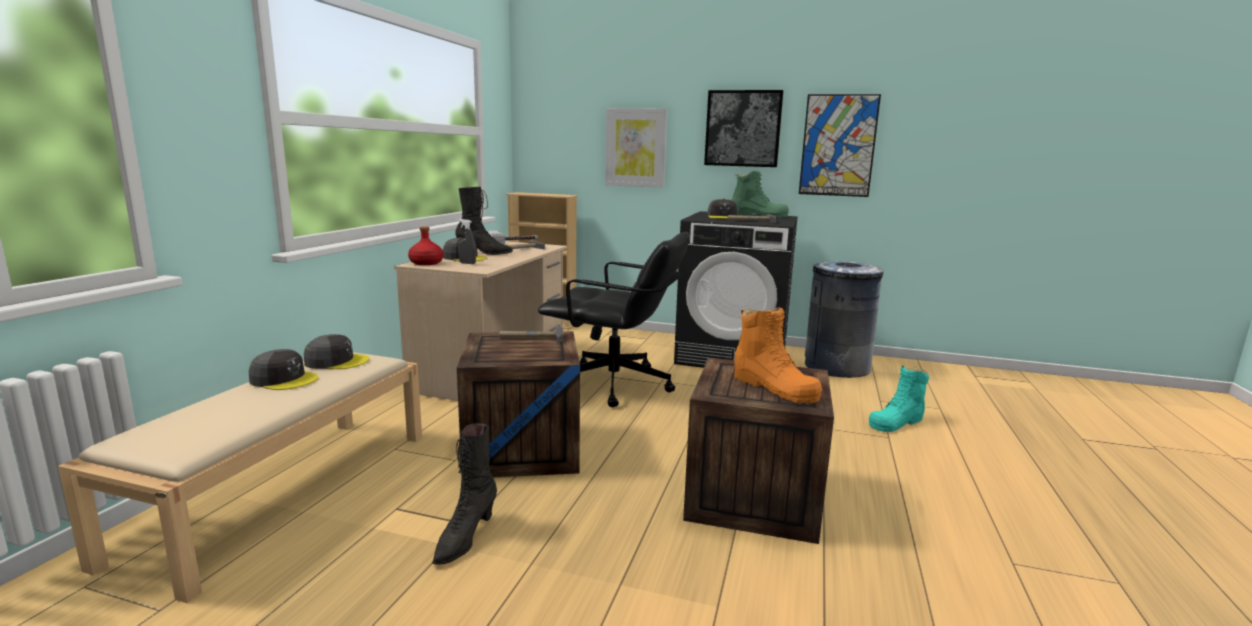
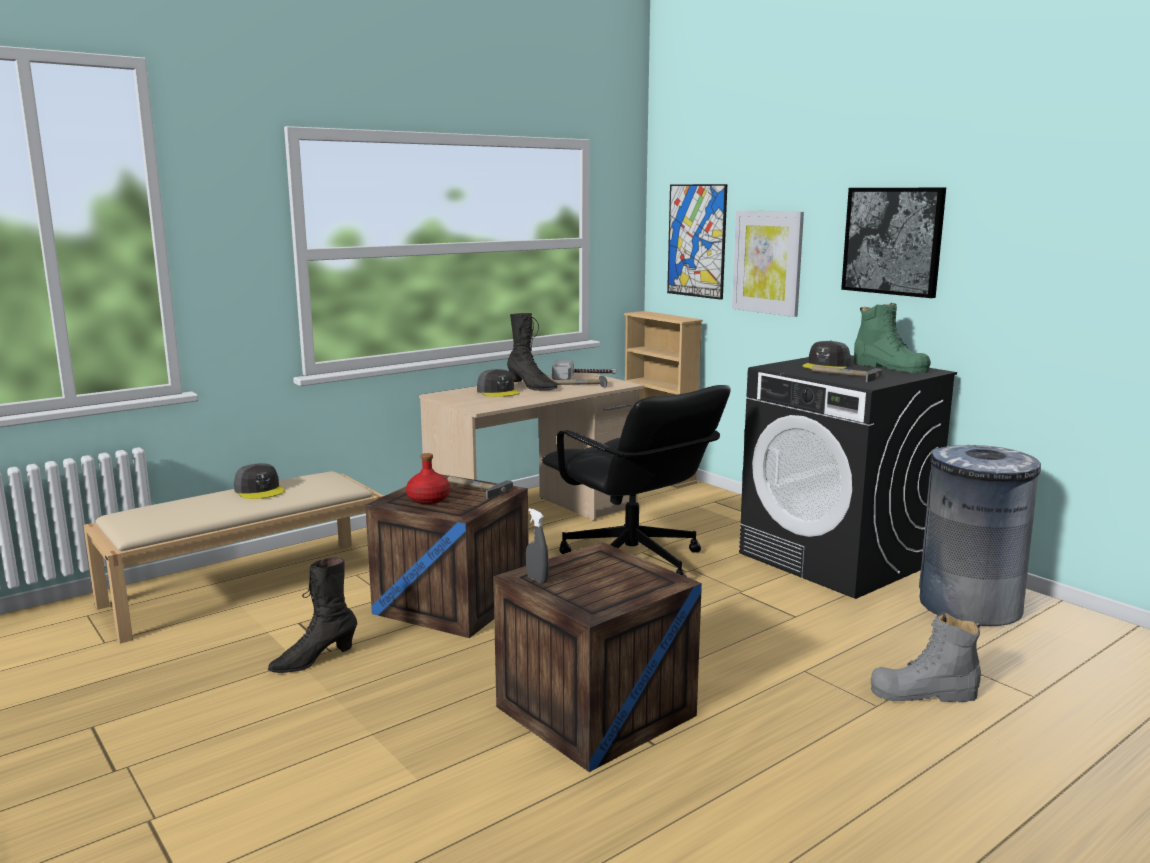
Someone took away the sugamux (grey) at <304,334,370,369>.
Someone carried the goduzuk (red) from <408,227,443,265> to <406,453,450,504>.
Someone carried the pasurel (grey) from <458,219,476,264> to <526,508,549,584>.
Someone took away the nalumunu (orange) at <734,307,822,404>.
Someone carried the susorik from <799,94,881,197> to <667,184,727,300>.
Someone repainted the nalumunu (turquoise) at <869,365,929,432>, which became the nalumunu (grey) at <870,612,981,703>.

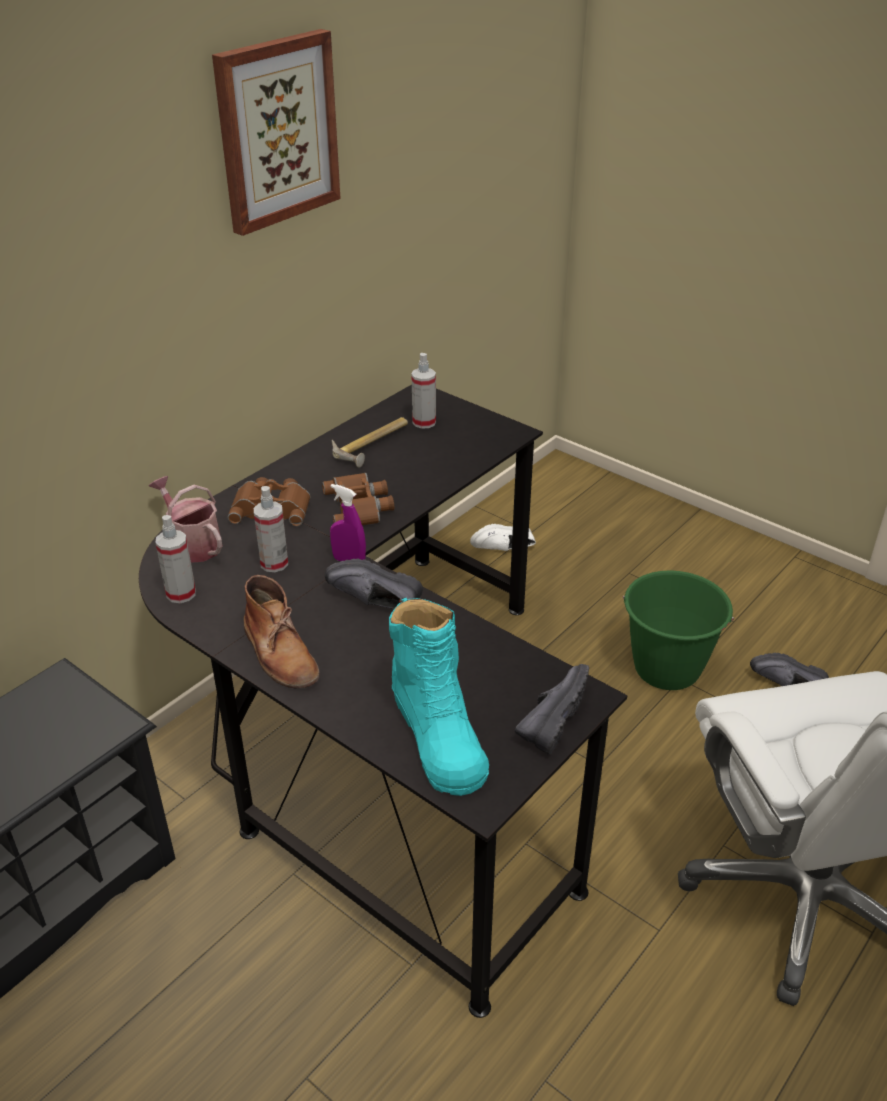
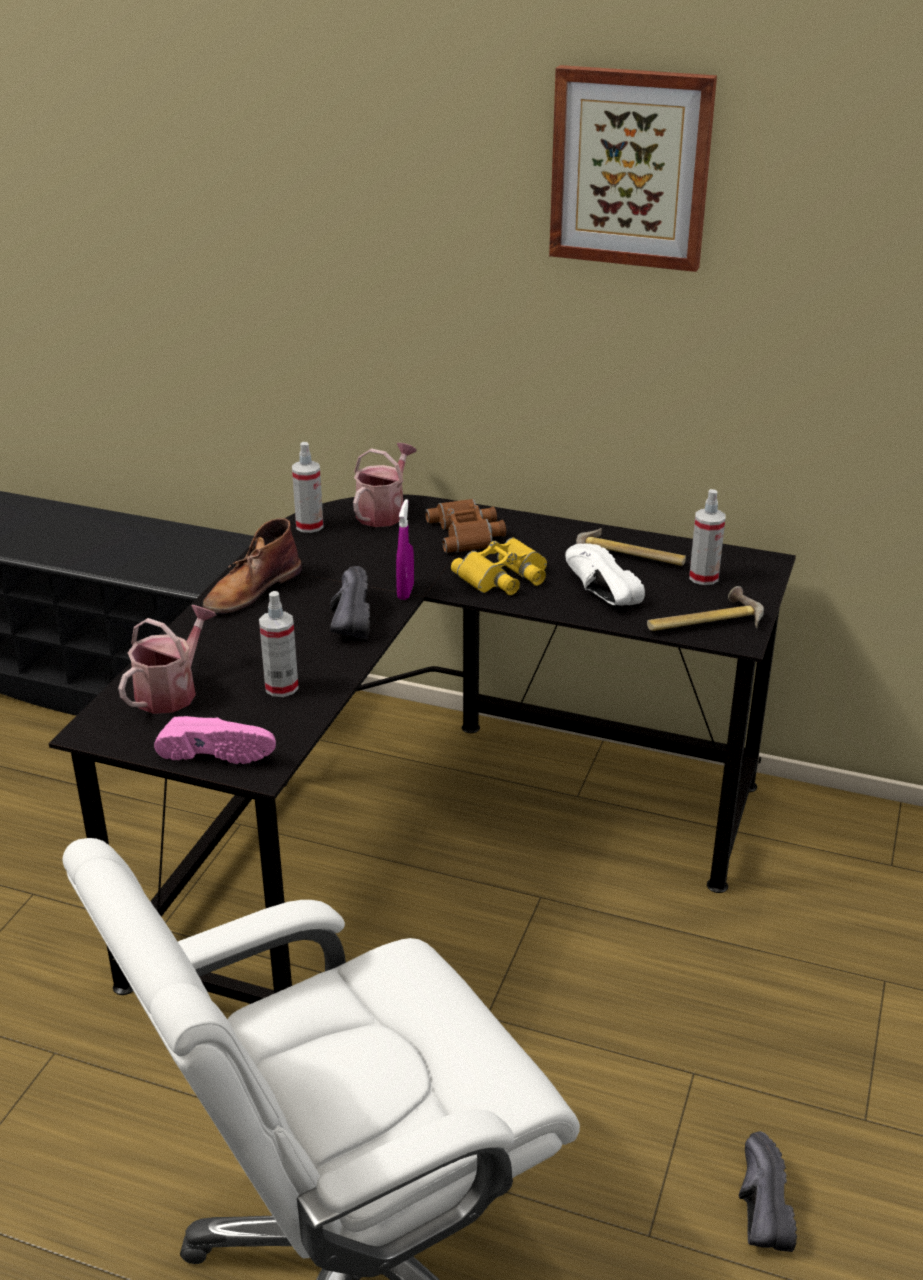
Someone carried the pasurel from <254,486,288,572> to <259,591,299,697>.
Someone repainted the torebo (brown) at <322,473,394,525>, which became the torebo (yellow) at <451,537,547,595>.
Someone swapped the nalumunu (turquoise) at <389,597,489,796> for the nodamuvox at <118,605,216,714>.
Someone carried the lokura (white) from <470,524,536,551> to <565,543,645,605>.
Someone repainted the lokura (black) at <515,664,589,755>, which became the lokura (pink) at <154,716,276,764>.
Someone took away the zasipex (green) at <622,571,734,690>.
Someone put down the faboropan at <647,586,764,631>.

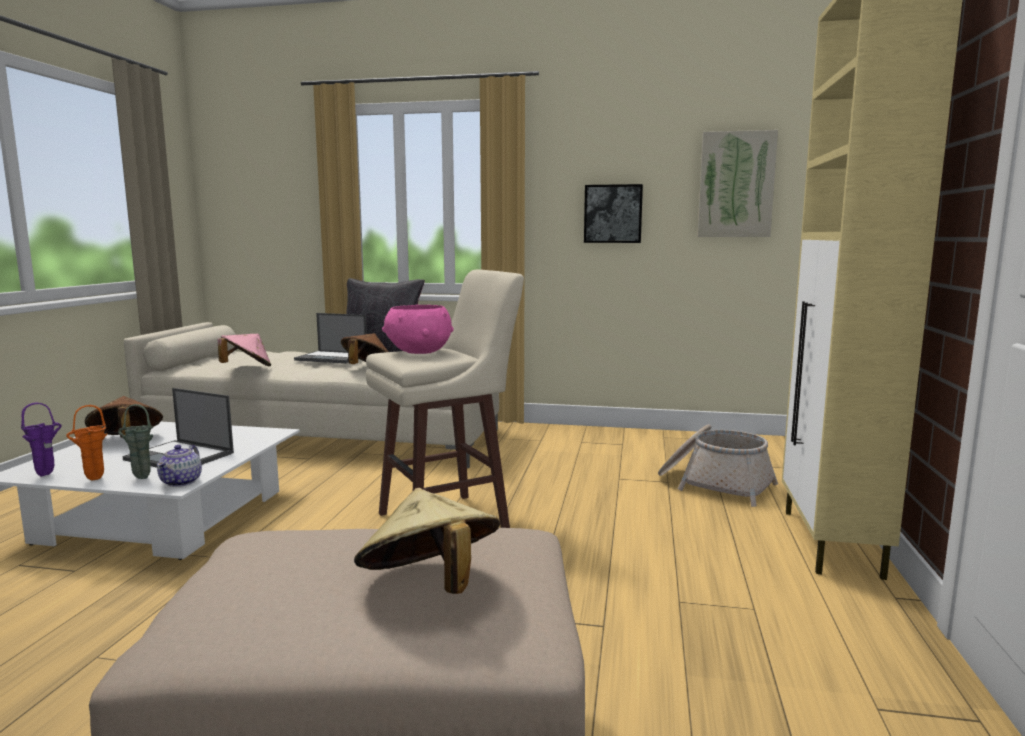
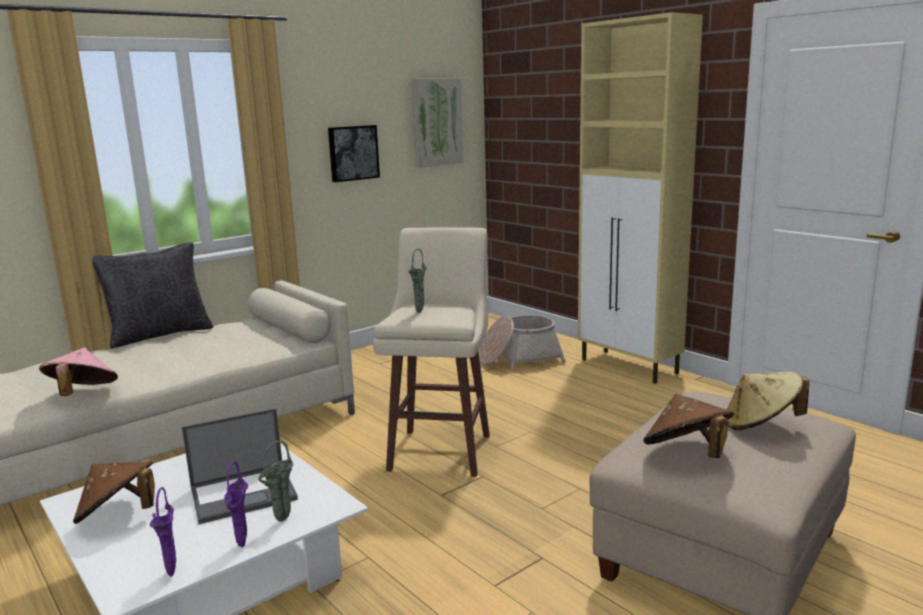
Someone repainted the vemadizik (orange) at <66,405,107,480>, which became the vemadizik (purple) at <224,461,248,547>.
Someone took away the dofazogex at <157,445,202,487>.
Someone took away the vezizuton at <294,313,367,364>.
Someone carried the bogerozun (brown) from <341,333,388,364> to <643,394,734,458>.
Someone swapped the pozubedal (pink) at <382,305,454,354> for the vemadizik (green) at <408,249,427,313>.

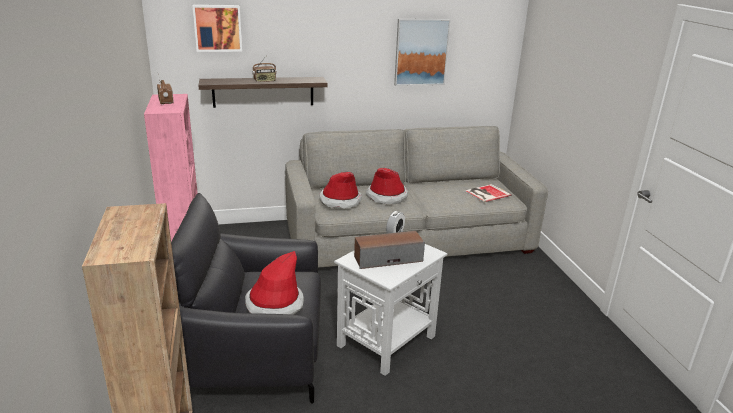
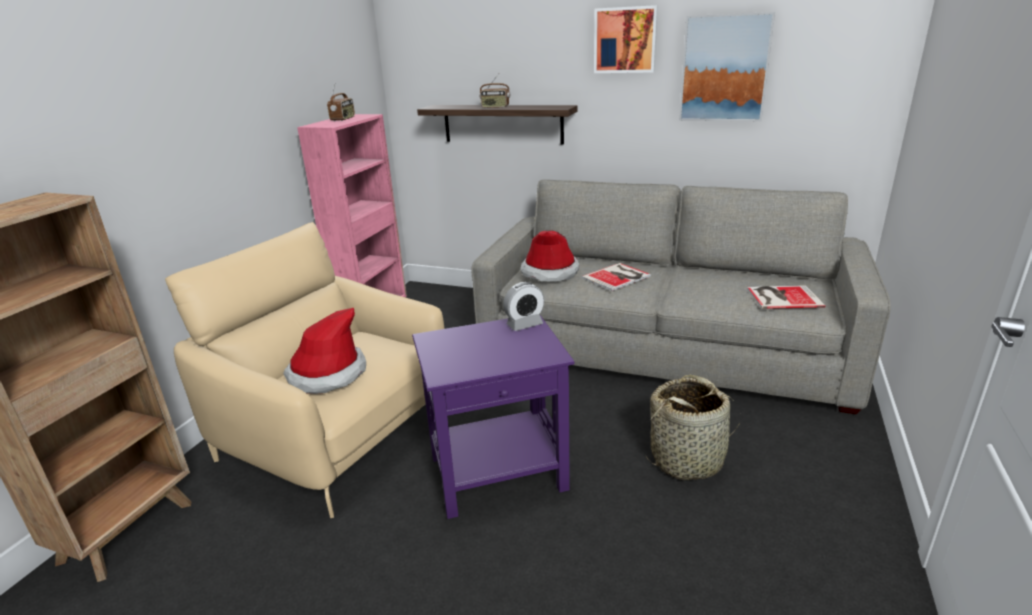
Someone repainted the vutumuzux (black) at <171,193,321,404>, which became the vutumuzux (beige) at <165,222,444,518>.
Someone carried the susorik from <192,5,242,52> to <594,5,658,73>.
Someone repainted the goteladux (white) at <334,233,447,376>, which became the goteladux (purple) at <412,315,575,519>.
Someone took away the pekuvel at <354,231,425,269>.
Someone swapped the bogerozun at <366,168,408,204> for the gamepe at <581,263,651,291>.
Someone put down the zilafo at <646,375,740,481>.

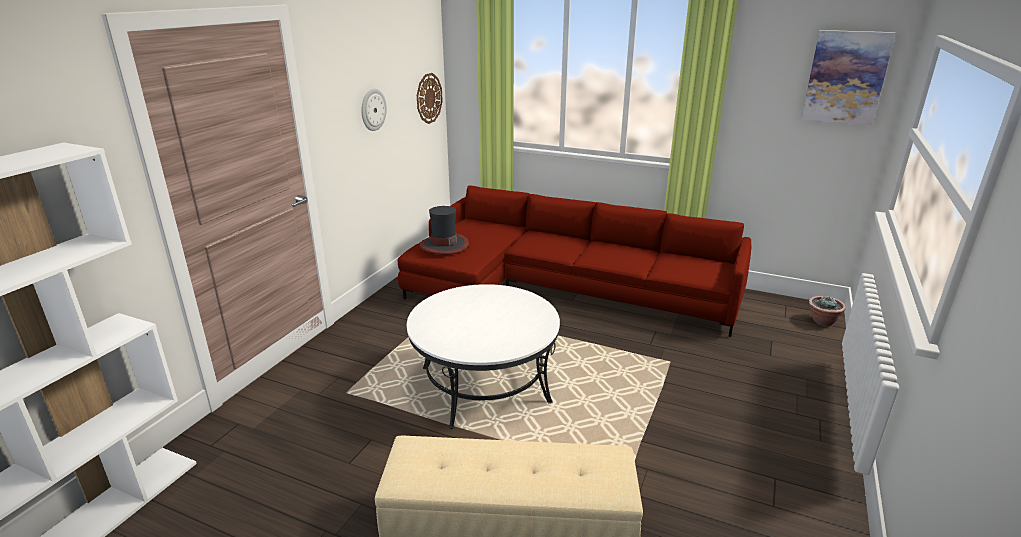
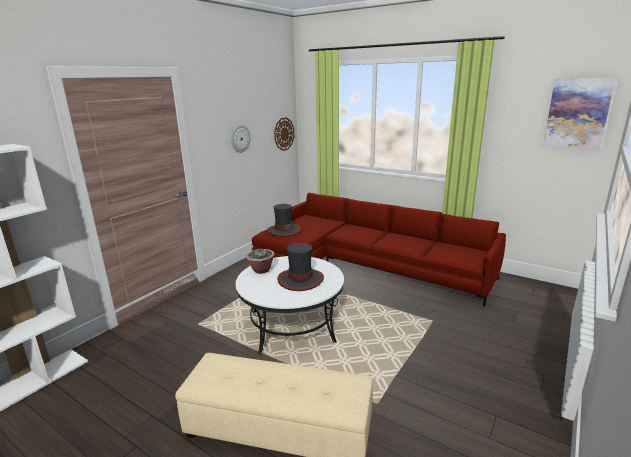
Someone carried the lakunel from <809,296,846,326> to <246,248,275,274>.
Someone put down the bogerozun at <277,243,324,291>.

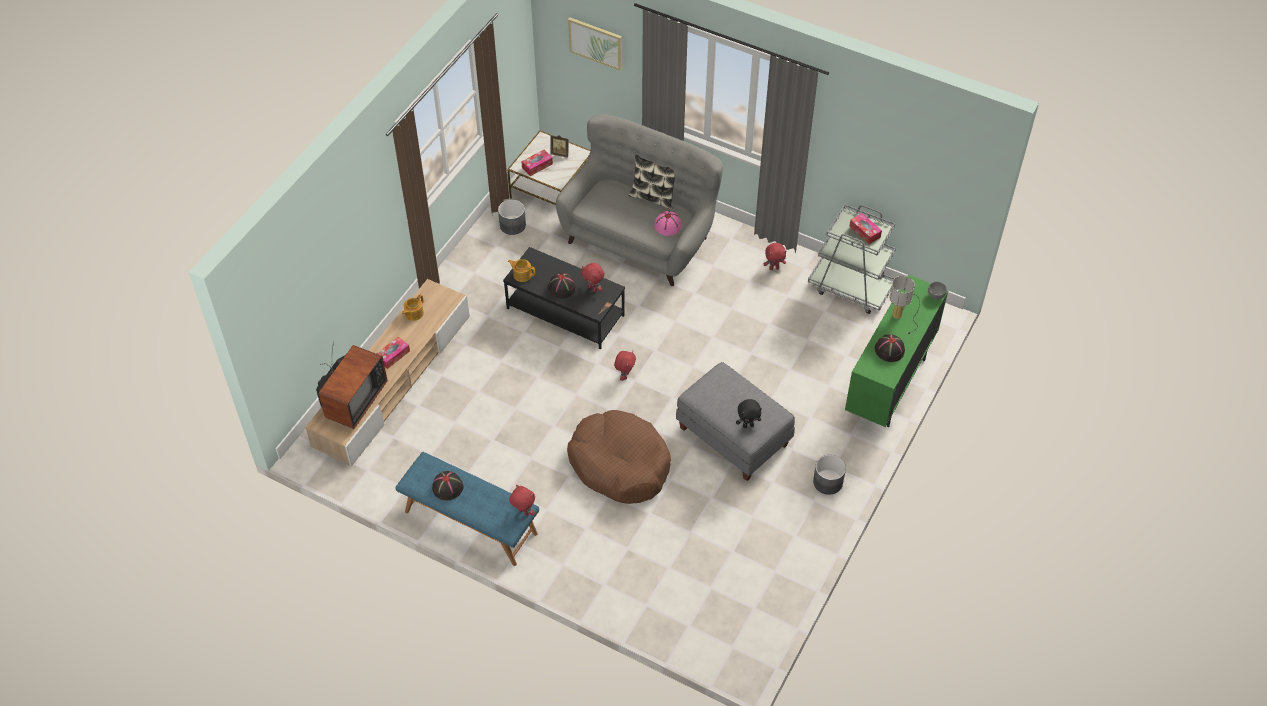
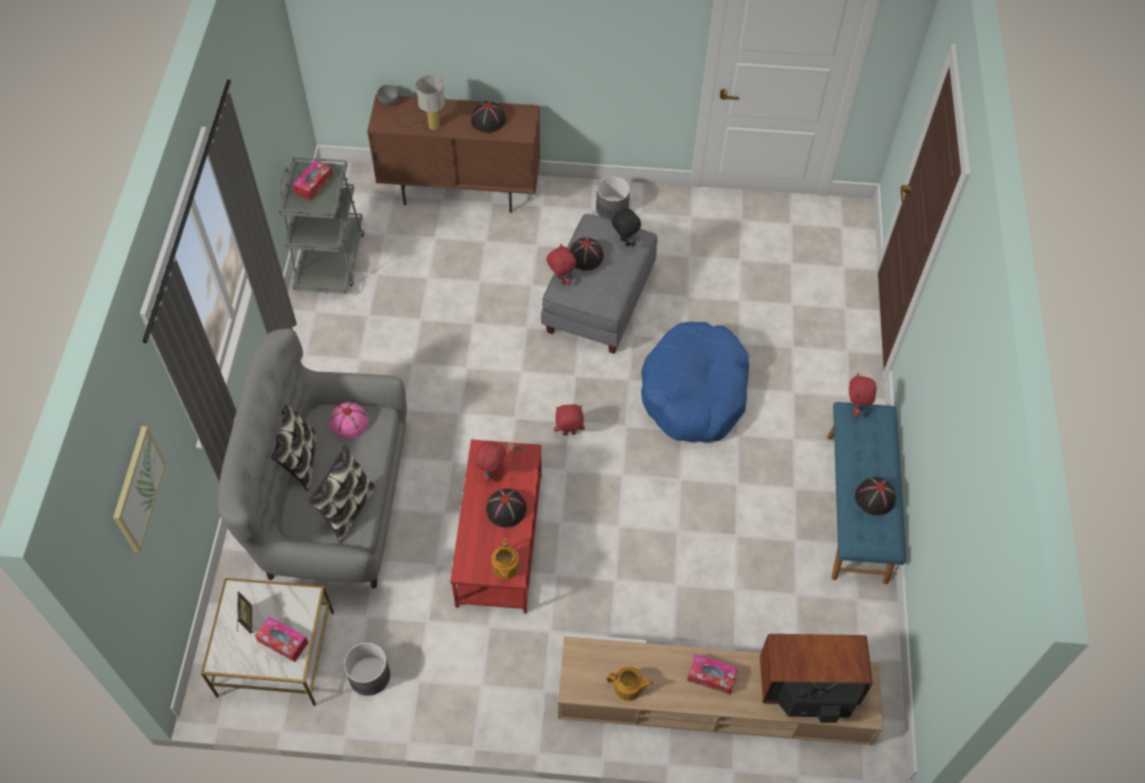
Someone repainted the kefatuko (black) at <503,247,625,349>, which became the kefatuko (red) at <450,439,542,613>.
Someone repainted the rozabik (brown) at <567,410,671,504>, which became the rozabik (blue) at <641,322,749,443>.
Someone carried the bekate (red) from <764,243,786,270> to <546,243,576,285>.
Someone repainted the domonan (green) at <845,275,949,427>, which became the domonan (brown) at <367,94,540,213>.
Someone put down the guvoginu at <308,444,376,543>.
Someone put down the bogerozun (black) at <569,237,604,271>.

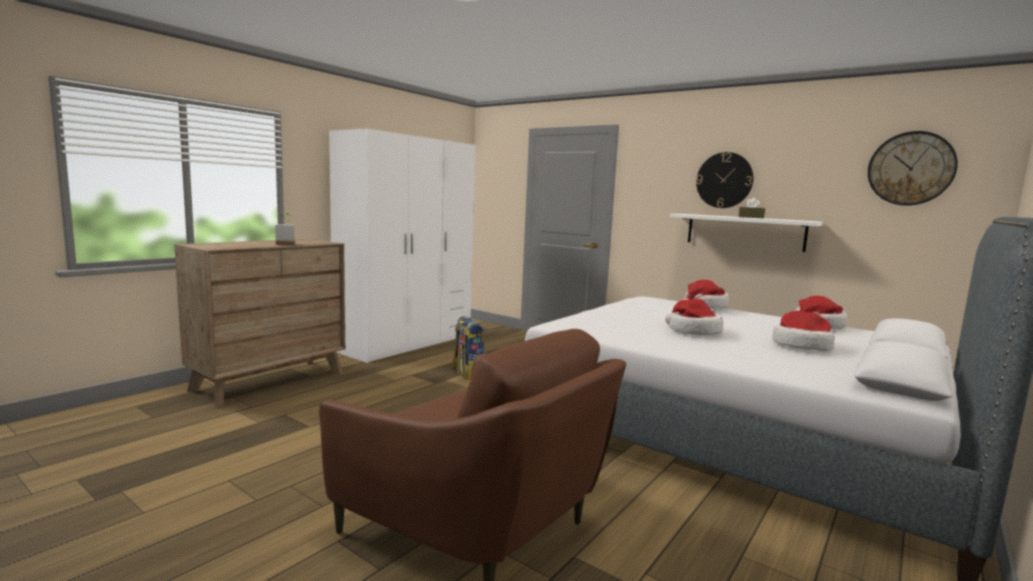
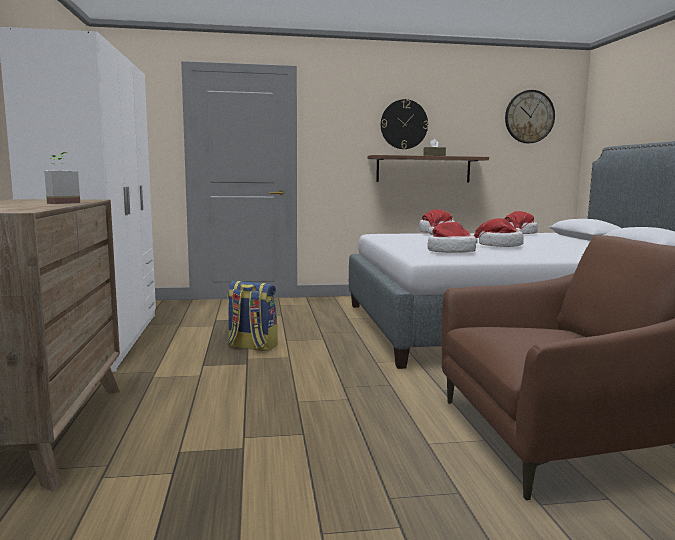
Someone repainted the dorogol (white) at <670,214,823,252>, which became the dorogol (brown) at <368,155,489,183>.
Someone carried the bogerozun from <772,311,835,351> to <427,222,476,253>.

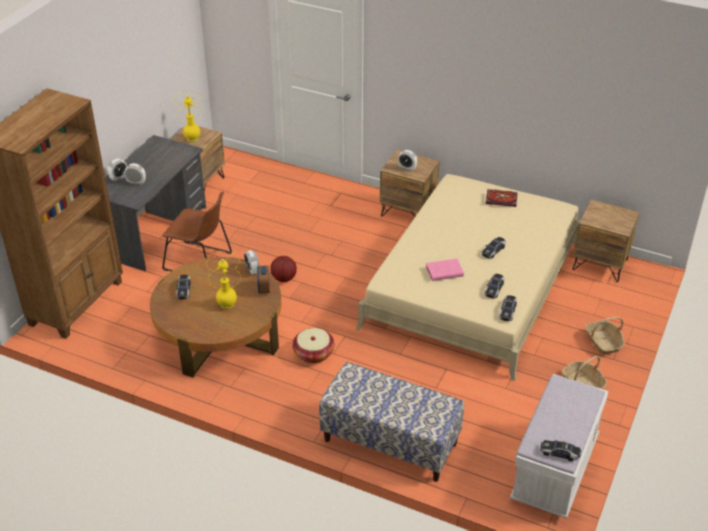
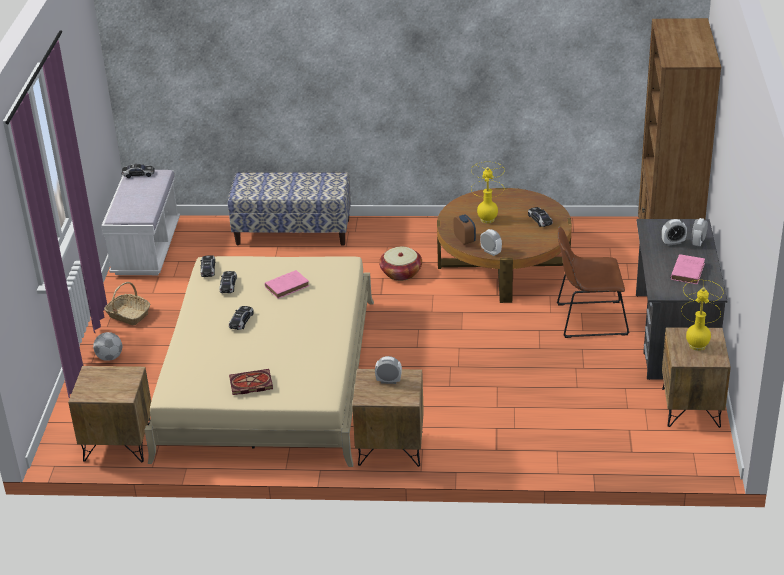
Someone took away the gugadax at <270,256,297,282>.
Someone swapped the zilafo at <585,317,625,354> for the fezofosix at <93,332,123,361>.
Someone put down the gamepe (pink) at <671,254,705,284>.

